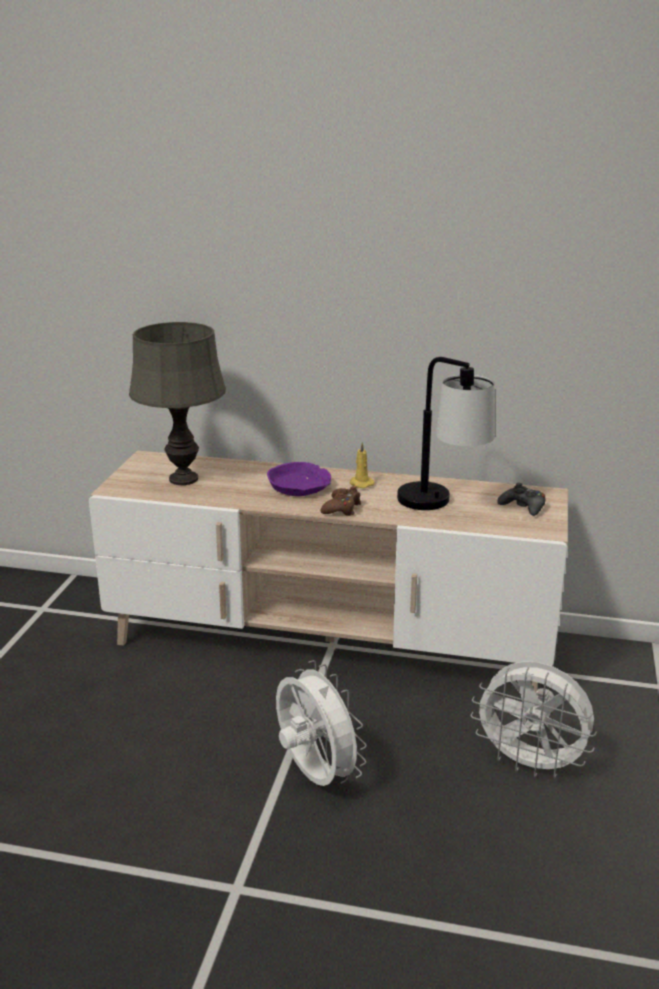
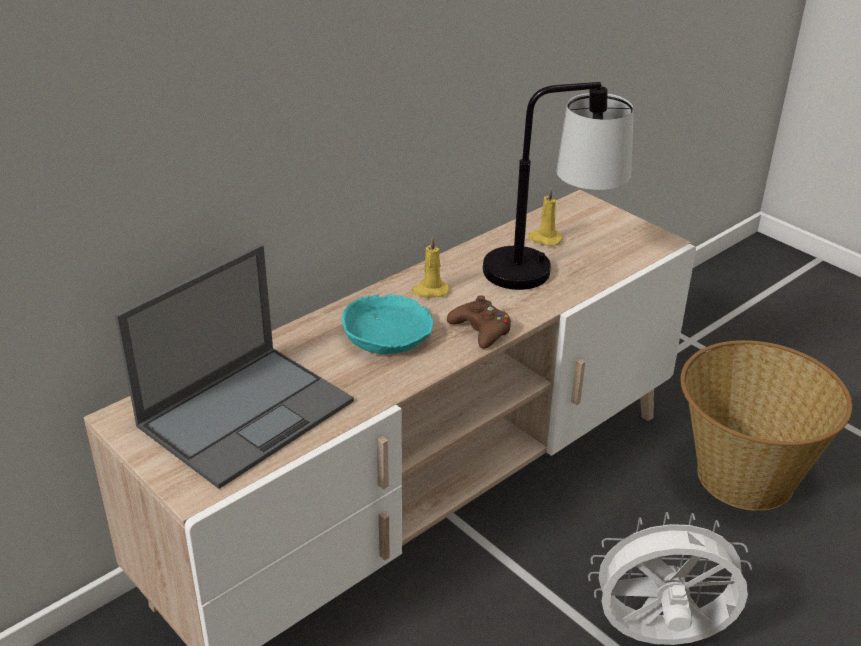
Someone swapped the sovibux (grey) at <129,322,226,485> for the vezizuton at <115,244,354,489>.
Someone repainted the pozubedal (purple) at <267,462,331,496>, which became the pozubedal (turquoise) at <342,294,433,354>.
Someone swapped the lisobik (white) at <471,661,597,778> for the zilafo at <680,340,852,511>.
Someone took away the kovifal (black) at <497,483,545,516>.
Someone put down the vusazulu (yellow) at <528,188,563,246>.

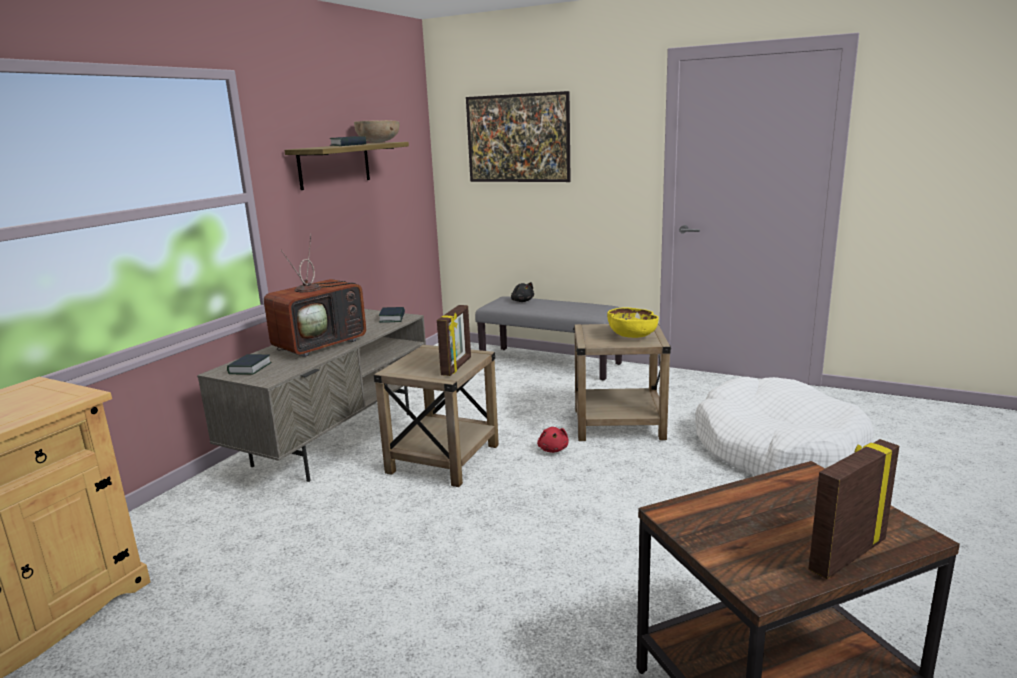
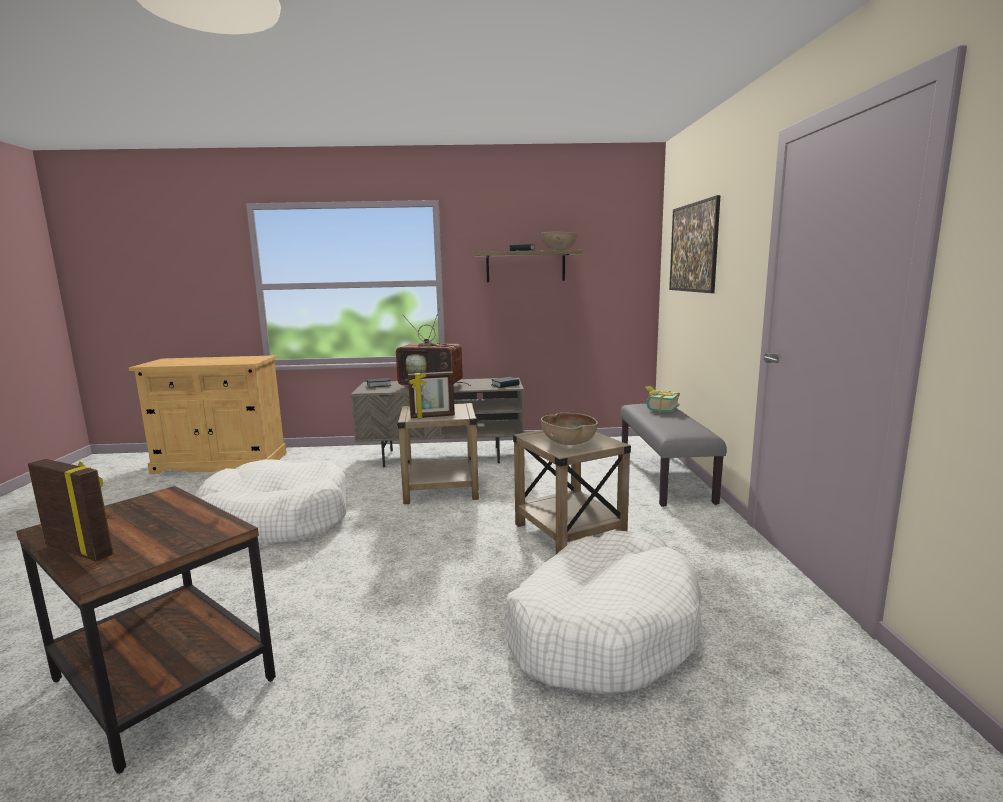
Someone swapped the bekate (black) at <511,282,534,302> for the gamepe at <646,386,680,413>.
Someone took away the bekate (red) at <537,427,568,453>.
Someone repainted the pozubedal (yellow) at <607,307,659,338>, which became the pozubedal (brown) at <541,413,598,445>.
Someone put down the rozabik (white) at <195,459,347,544>.

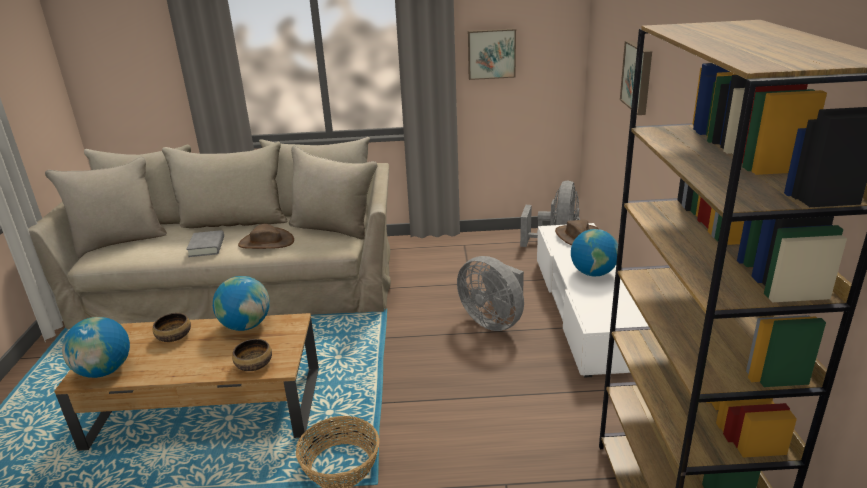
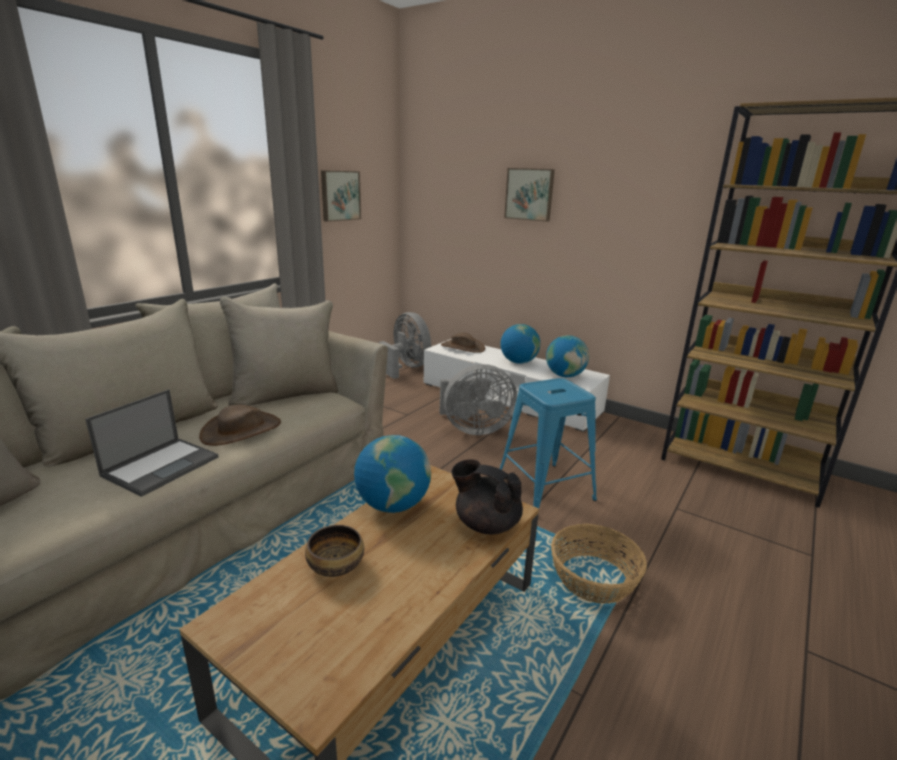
Someone carried the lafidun from <62,317,130,378> to <546,335,589,377>.
Someone swapped the gamepe (grey) at <186,230,224,257> for the vezizuton at <85,389,218,497>.
Someone swapped the pozubedal at <232,339,272,371> for the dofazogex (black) at <451,459,523,534>.
Someone put down the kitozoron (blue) at <500,378,597,508>.

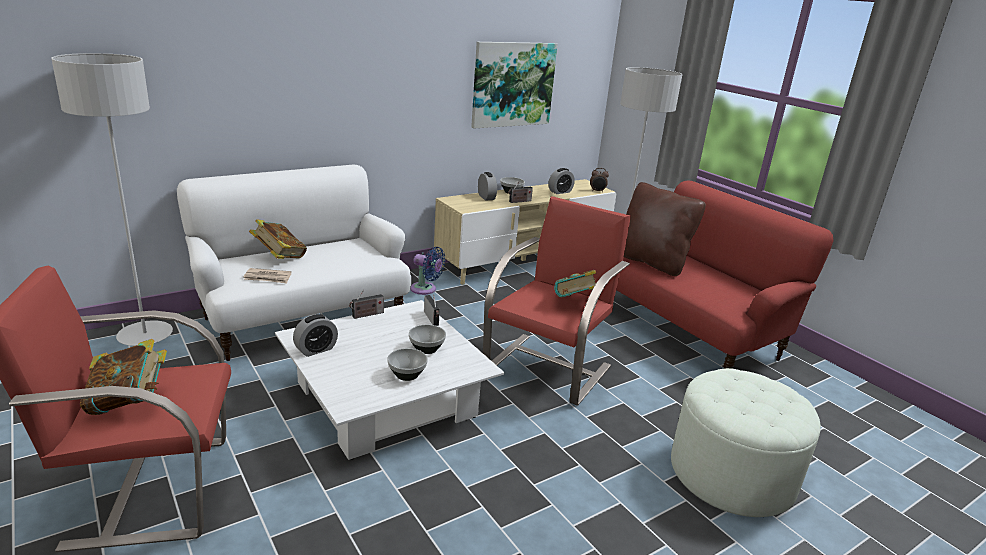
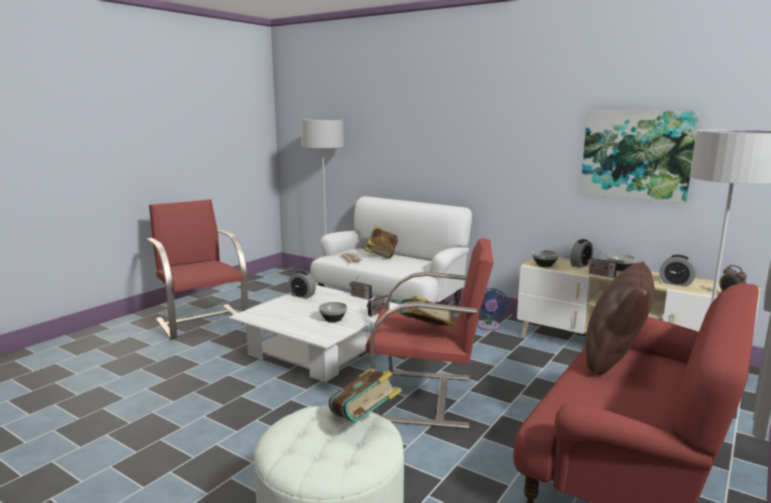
Someone carried the gamepe from <80,339,167,415> to <329,369,402,422>.
Someone carried the pozubedal from <387,348,428,381> to <532,250,559,267>.

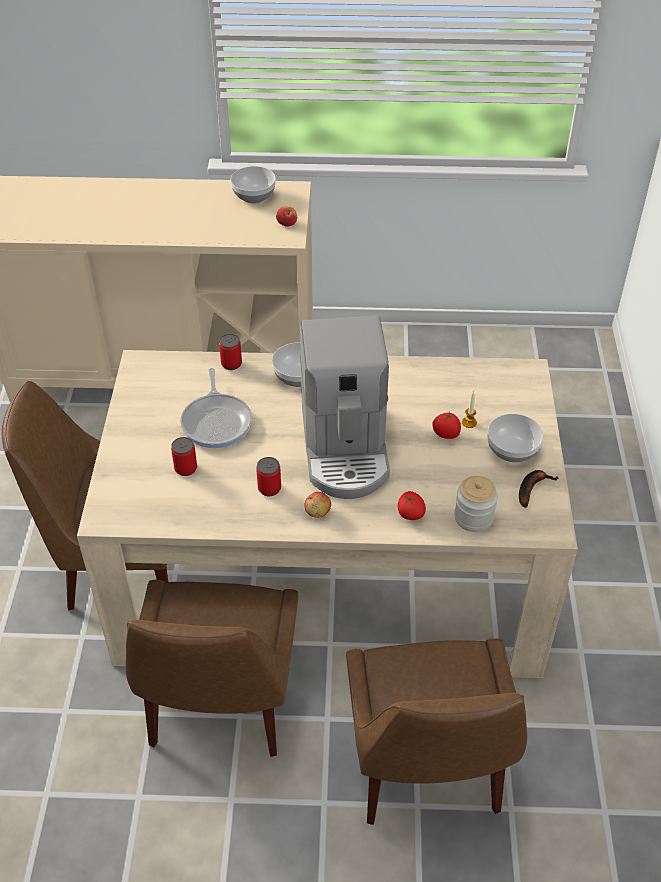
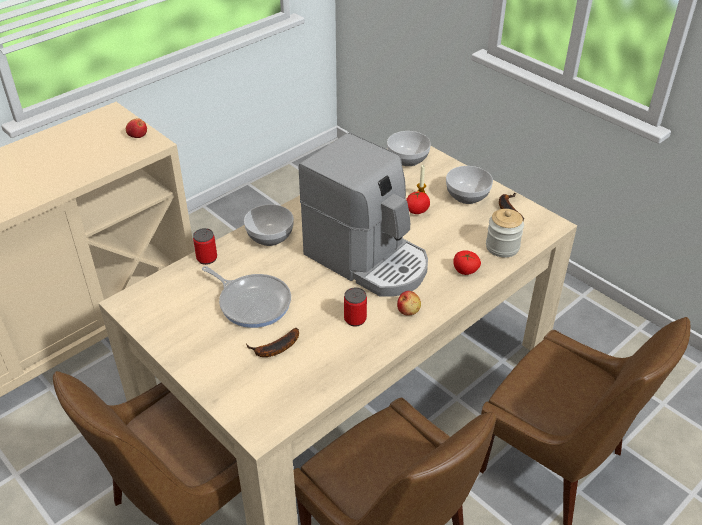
Someone swapped the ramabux at <171,437,197,476> for the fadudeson at <246,328,299,357>.
Someone carried the pozubedal from <230,166,276,203> to <387,131,431,166>.

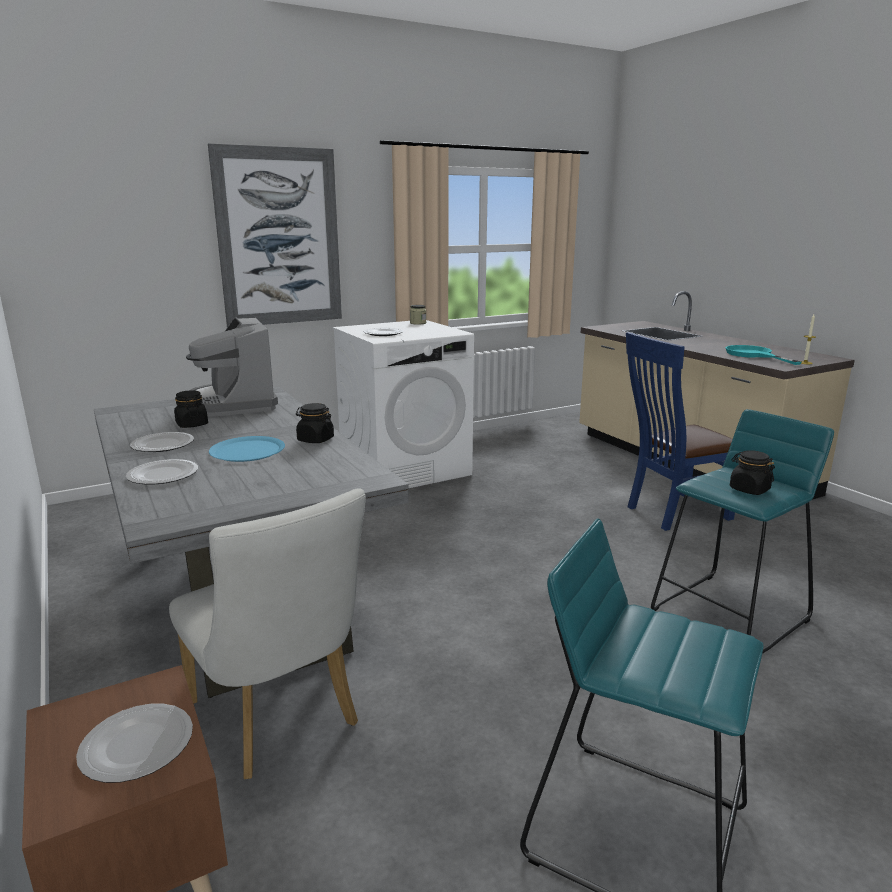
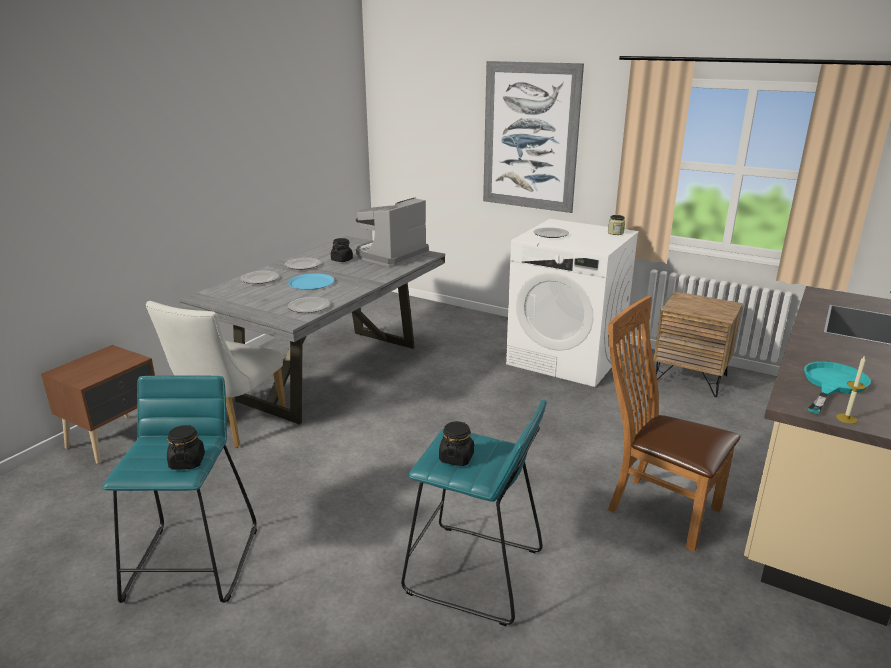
Someone carried the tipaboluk from <76,704,193,783> to <288,297,330,313>.
Someone carried the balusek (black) from <296,403,334,443> to <167,425,205,469>.
Someone repainted the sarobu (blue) at <626,332,735,531>, which became the sarobu (brown) at <608,296,741,552>.
Someone put down the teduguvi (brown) at <654,291,743,397>.

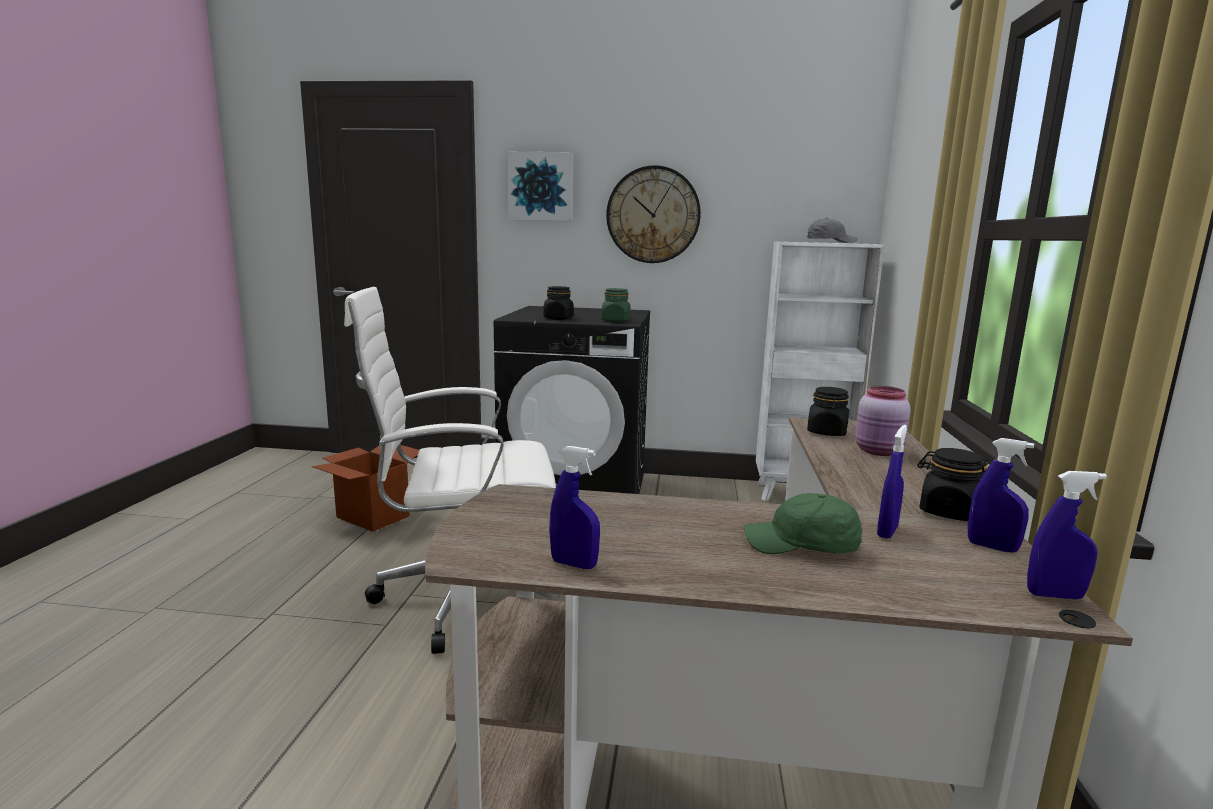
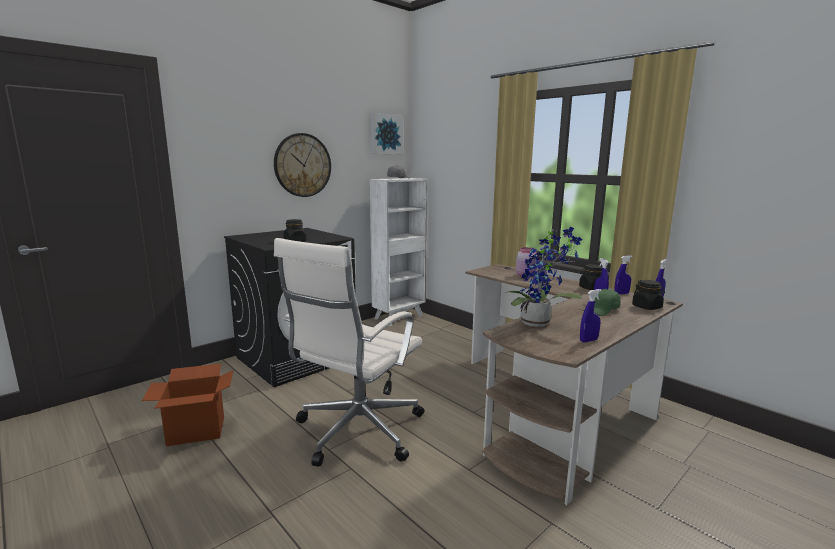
Someone carried the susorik from <507,152,574,221> to <370,113,403,154>.
Someone took away the balusek (green) at <601,288,630,322>.
Someone carried the balusek (black) from <807,387,849,436> to <632,280,665,310>.
Someone put down the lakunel at <505,227,582,327>.

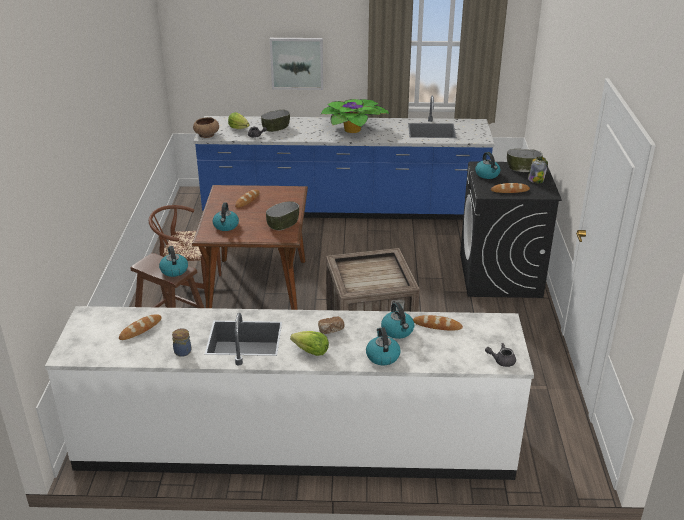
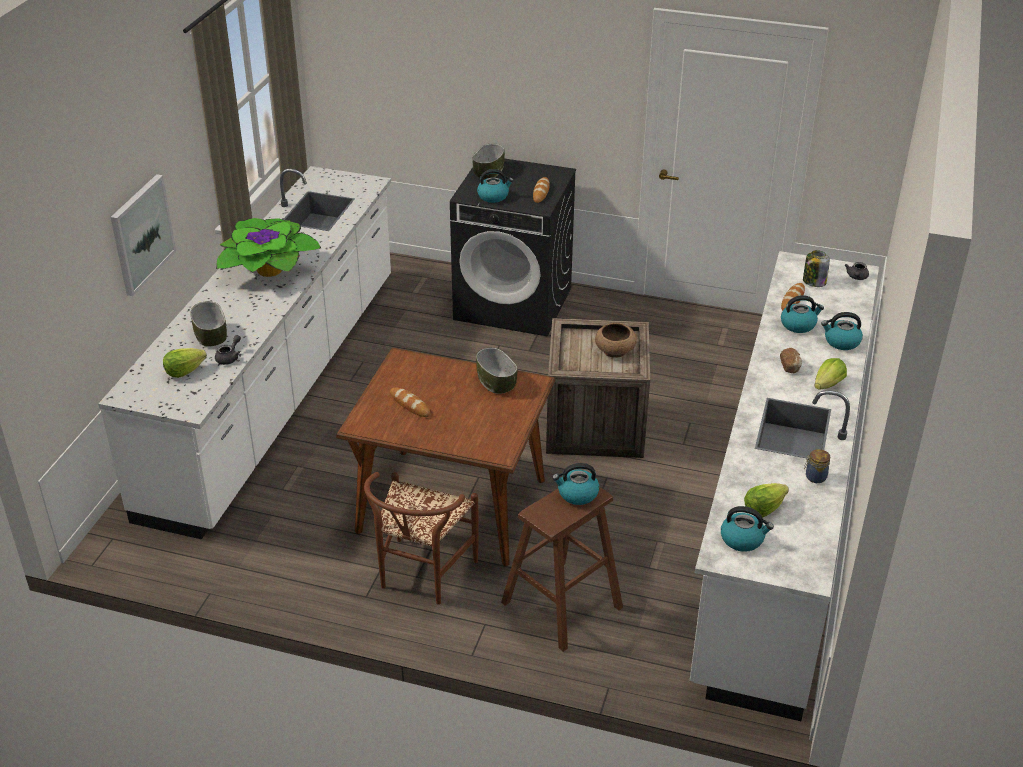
Someone swapped the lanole at <119,314,161,340> for the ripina at <744,483,789,518>.
Someone repainted the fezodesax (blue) at <193,96,495,220>, which became the fezodesax (white) at <98,166,391,539>.
Someone carried the pozubedal (brown) from <193,117,219,138> to <595,323,637,358>.
Someone carried the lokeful from <213,203,239,231> to <721,506,774,552>.
Someone carried the balusek from <528,157,548,183> to <803,250,830,287>.

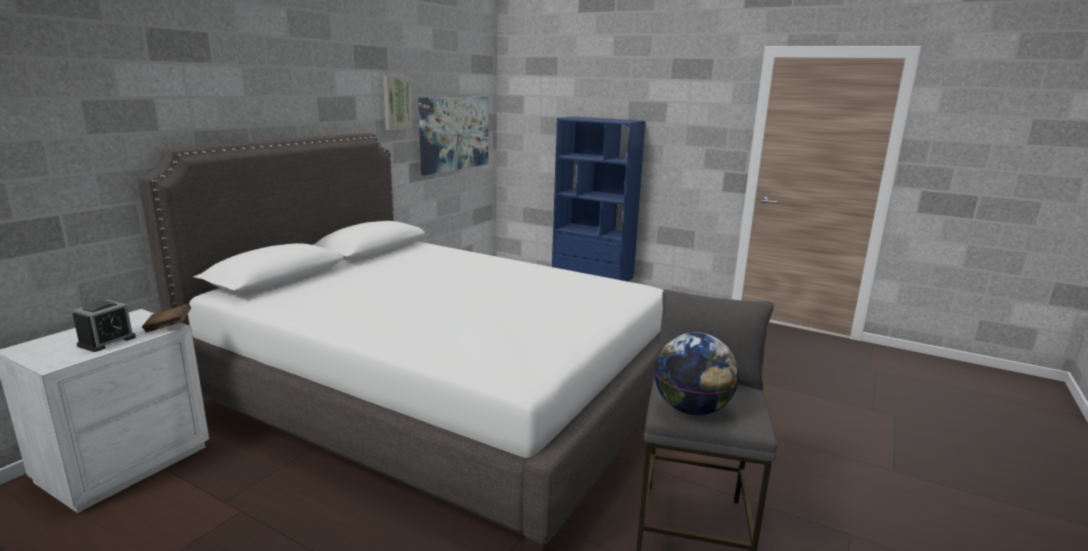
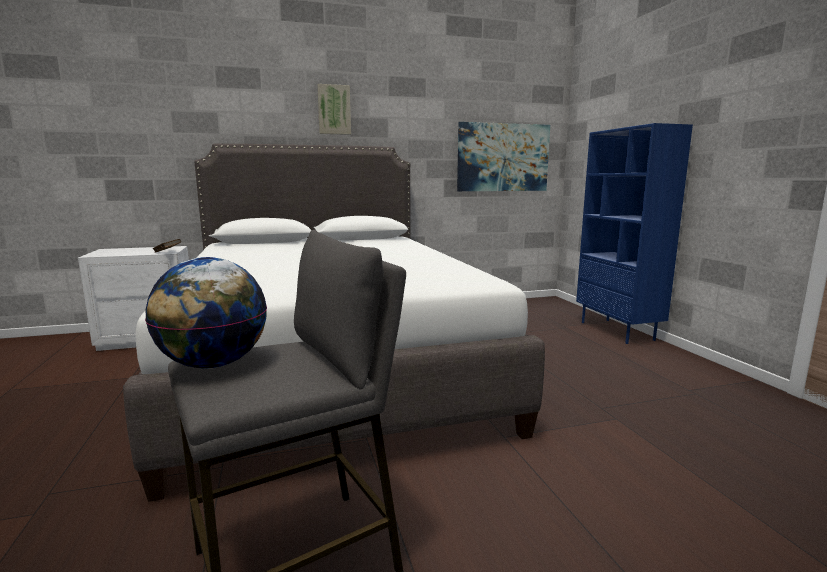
Someone took away the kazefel at <72,300,136,352>.
Someone carried the susorik from <383,76,413,130> to <317,84,351,135>.

